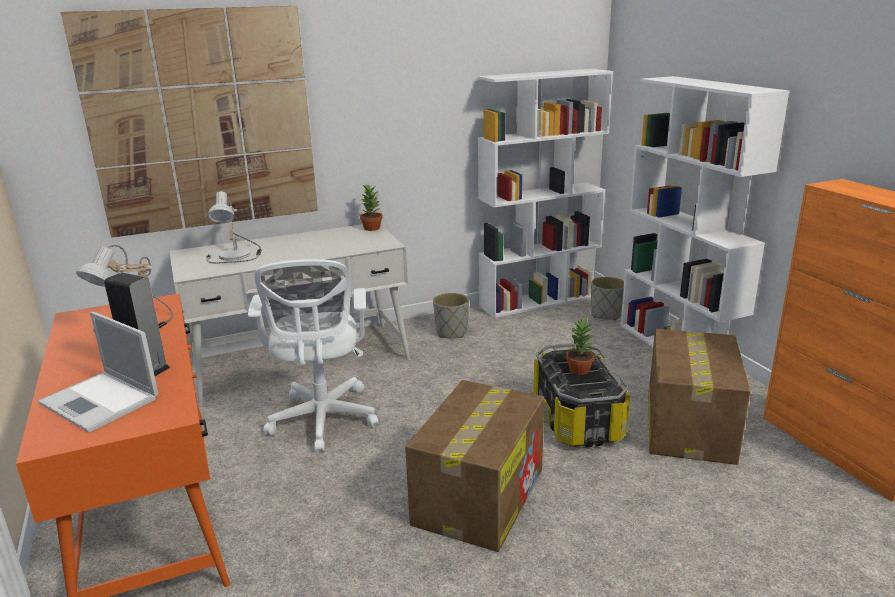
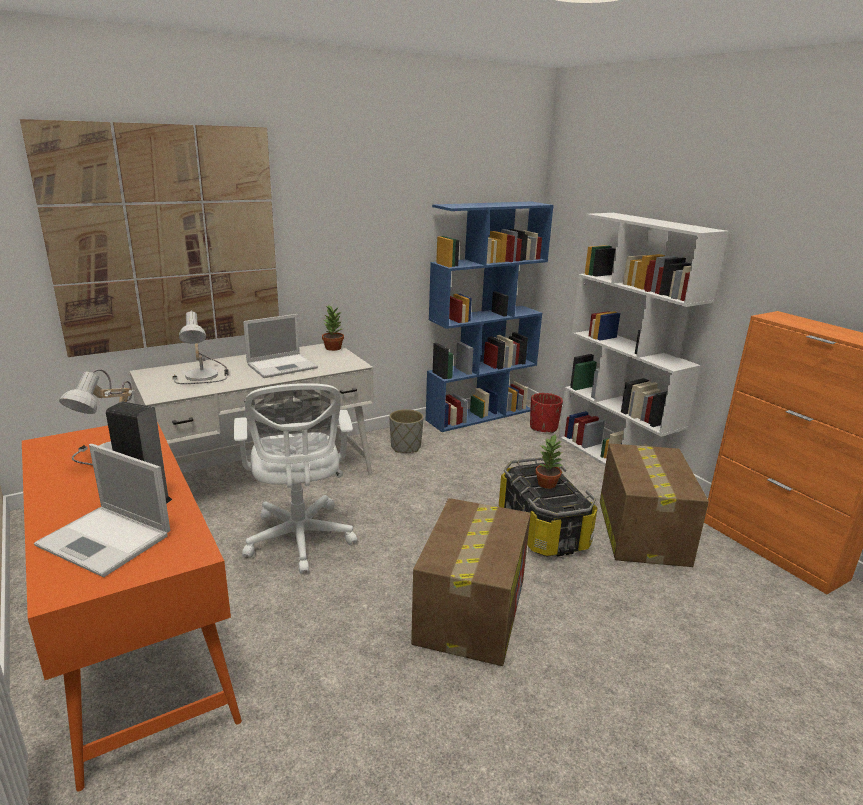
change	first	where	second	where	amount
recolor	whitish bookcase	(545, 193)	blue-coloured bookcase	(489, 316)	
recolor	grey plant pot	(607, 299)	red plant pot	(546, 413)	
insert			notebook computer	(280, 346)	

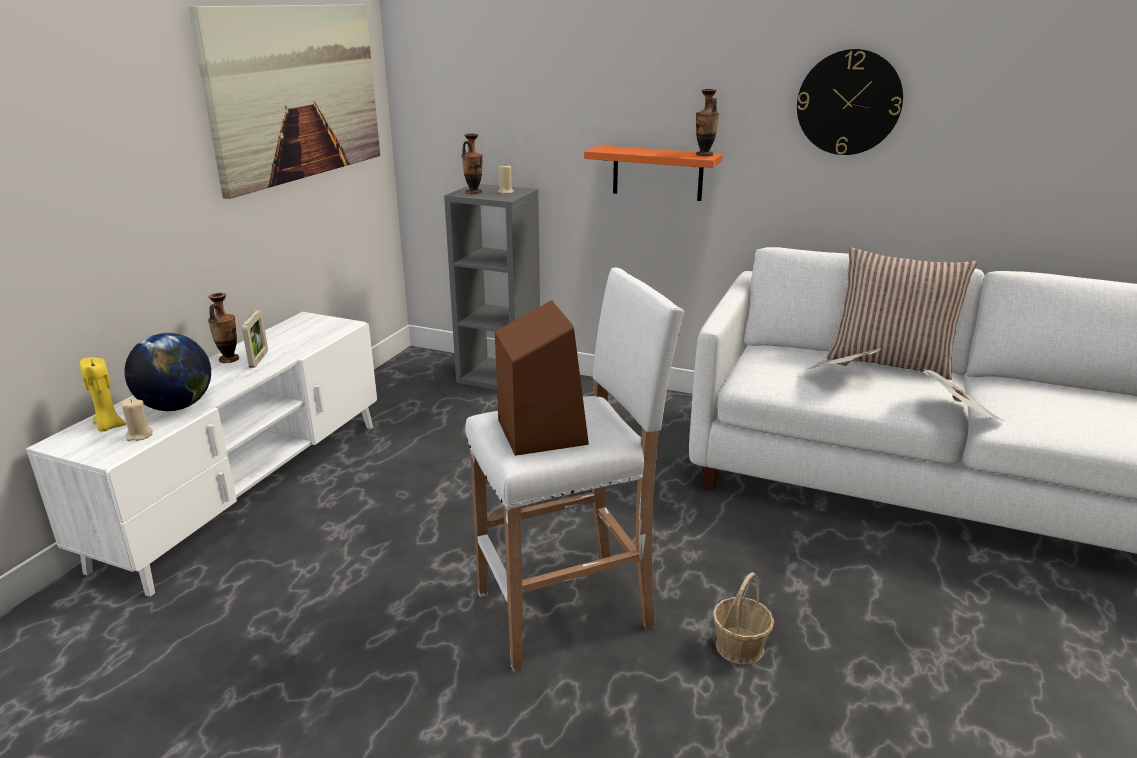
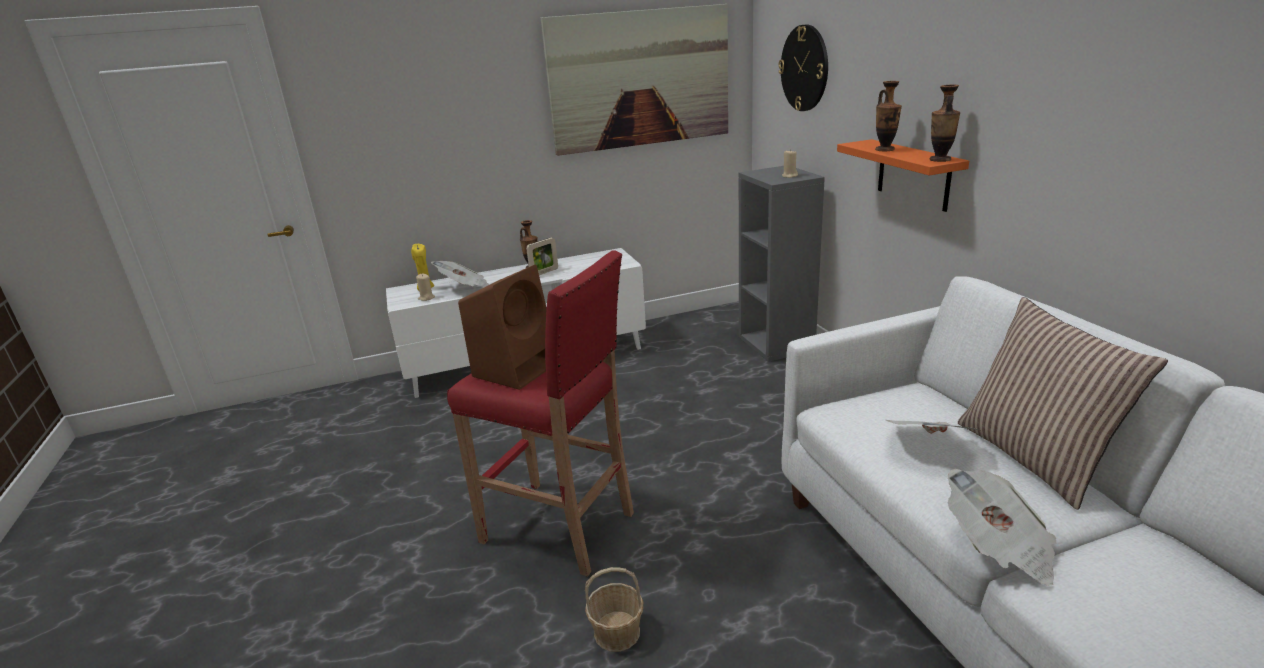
change	first	where	second	where	amount
move	clock on the wall	(850, 102)		(803, 68)	
move	decorative vase	(472, 163)		(888, 116)	
recolor	whitish sitting stool	(574, 469)	red sitting stool	(540, 413)	
replace	world globe	(167, 372)	printed paper	(460, 274)	

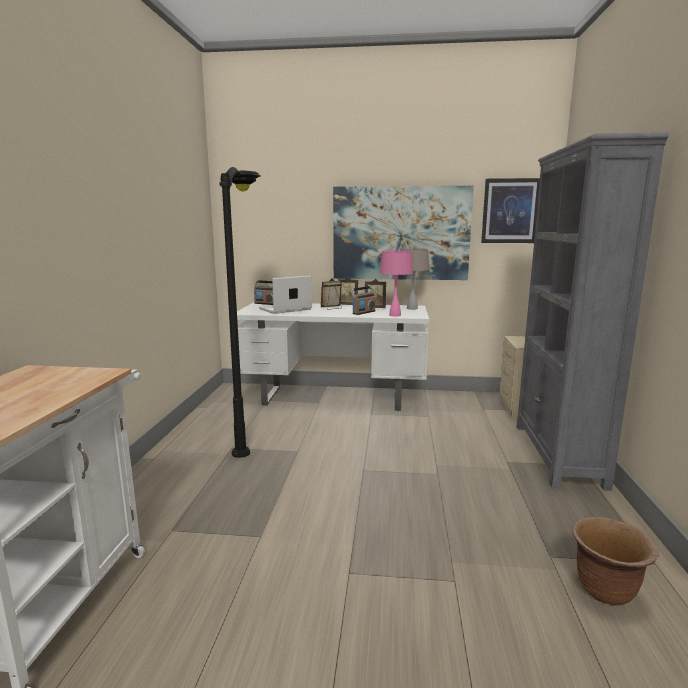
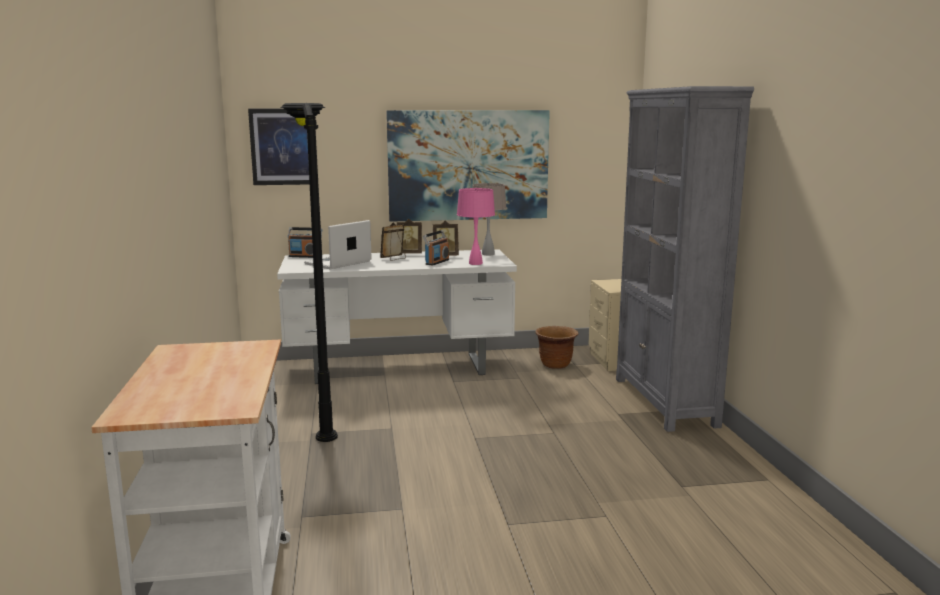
change	first	where	second	where	amount
move	picture	(510, 210)		(279, 147)	
move	brown-coloured plant pot	(615, 561)		(557, 347)	

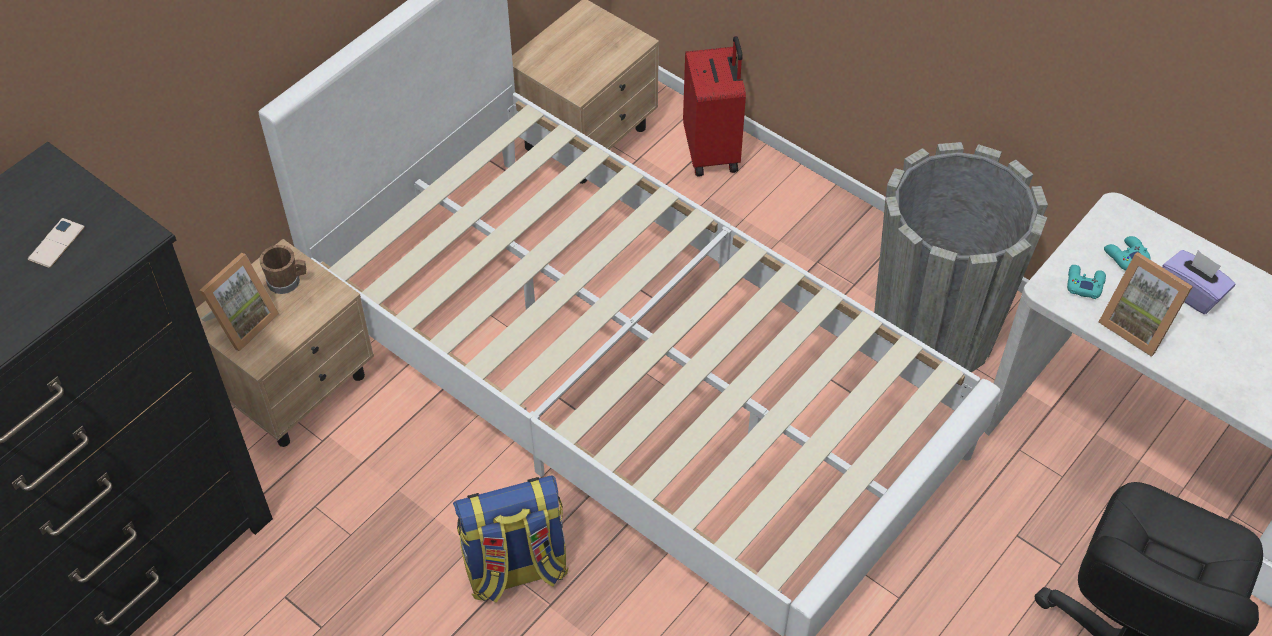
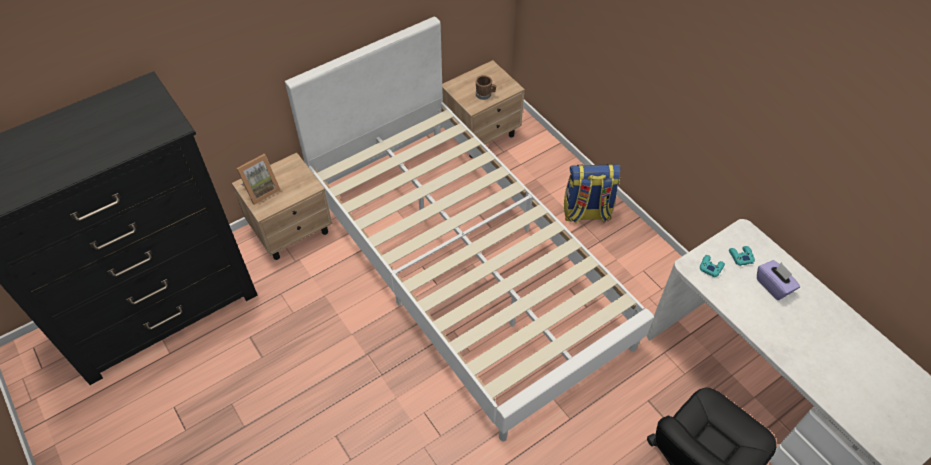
change	first	where	second	where	amount
delete	red suitcase	(714, 106)			
delete	grey plant pot	(961, 257)			
delete	telephone	(56, 243)			
move	brown-coloured mug	(282, 269)		(486, 87)	
delete	standing frame	(1146, 304)			
move	knapsack	(511, 539)		(592, 193)	

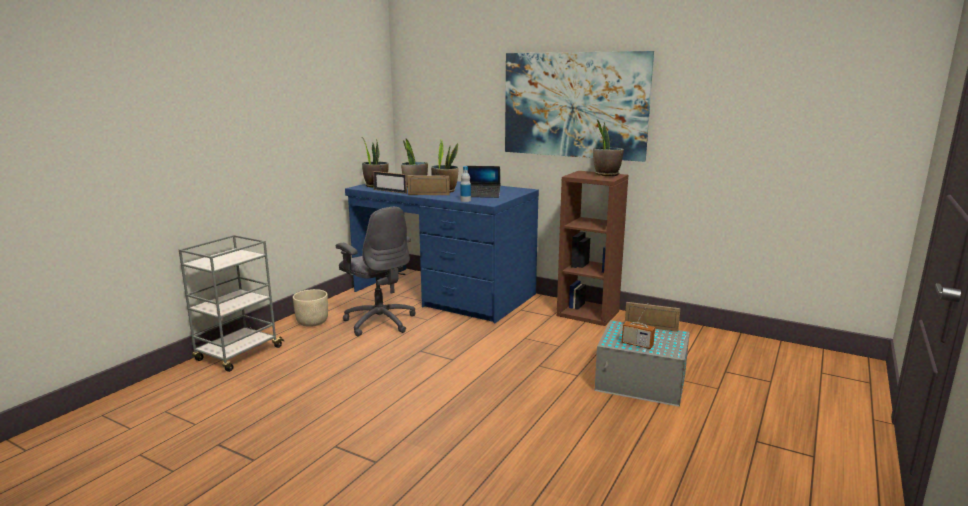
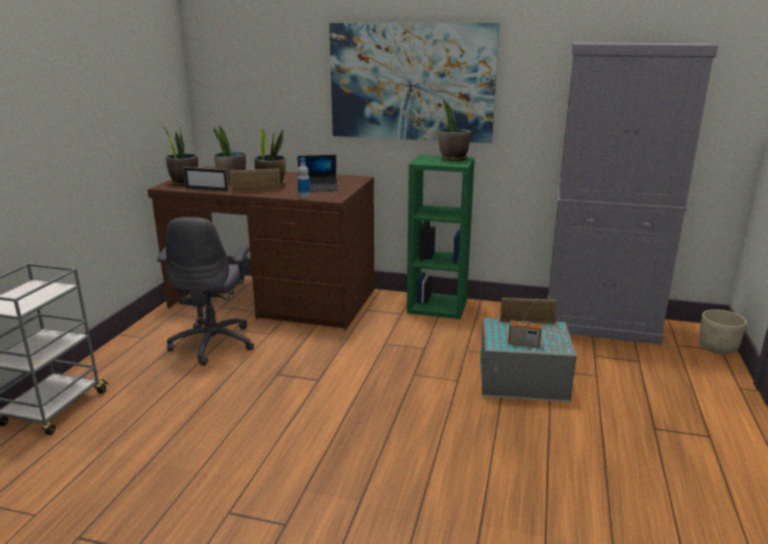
change	first	where	second	where	amount
recolor	brown-coloured bookcase	(592, 248)	green bookcase	(441, 237)	
recolor	blue-coloured desk table	(442, 252)	brown-coloured desk table	(260, 248)	
rotate	grey desk chair	(376, 272)		(205, 291)	60 degrees clockwise
move	beige plant pot	(310, 308)		(723, 332)	
insert			grey storage cabinet	(633, 193)	

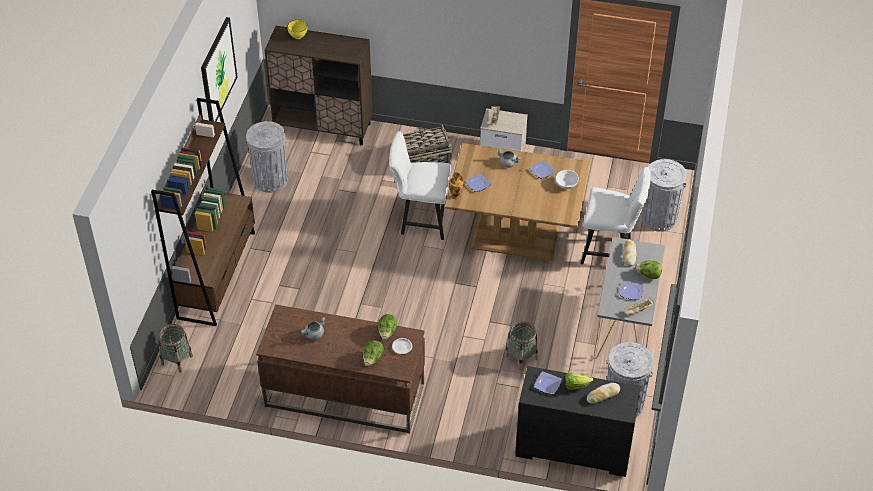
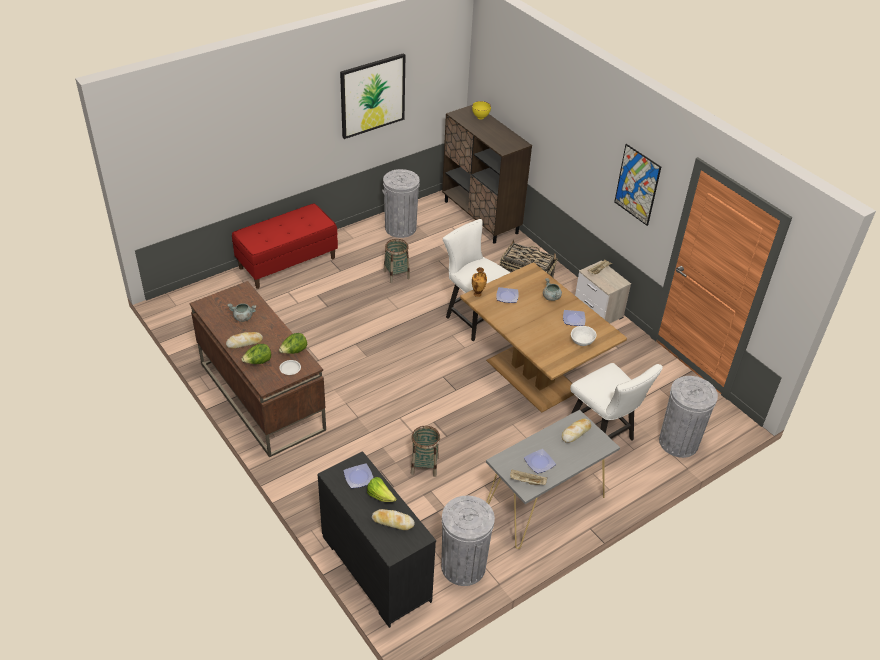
change	first	where	second	where	amount
replace	brown-coloured bookcase	(203, 212)	red bench	(285, 246)	
delete	lettuce	(648, 270)			
move	basket	(175, 348)		(396, 261)	
insert			picture	(637, 185)	
insert			bakery bread	(244, 340)	

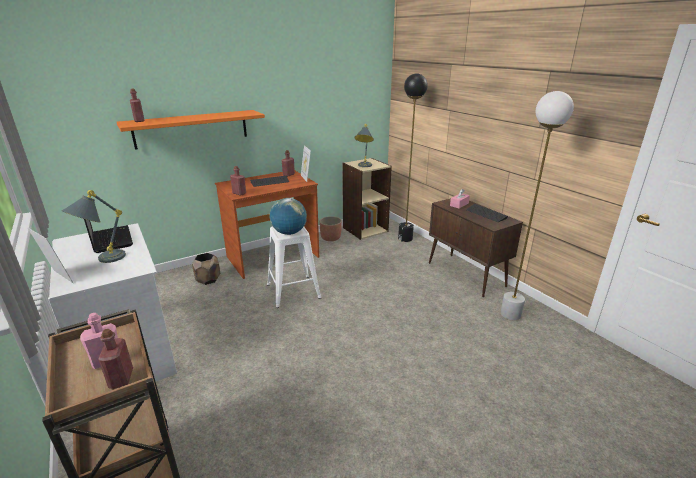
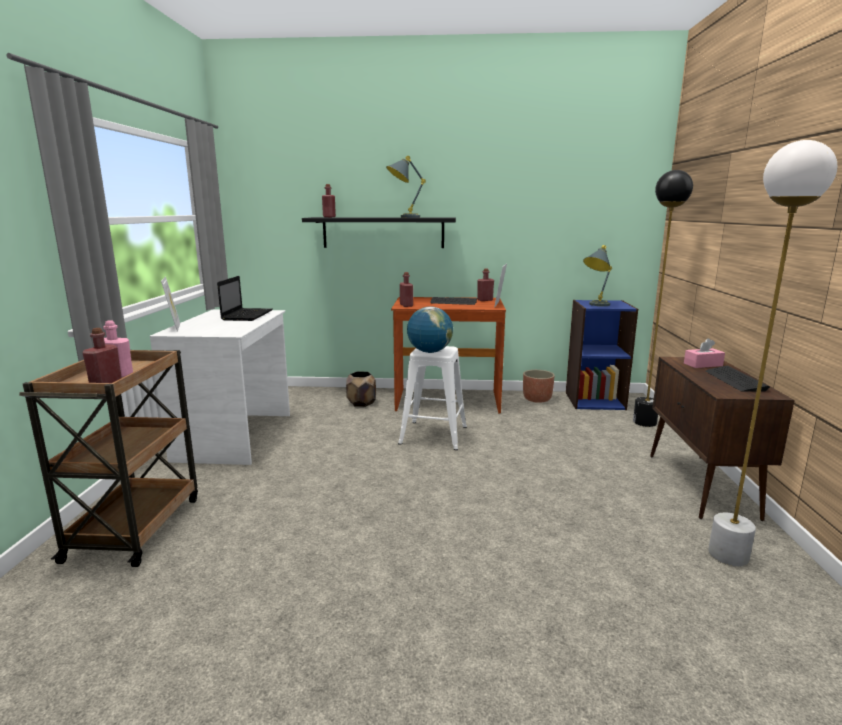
change	first	where	second	where	amount
recolor	orange-coloured shelf	(191, 130)	blackish shelf	(379, 232)	
recolor	beige bookcase	(367, 199)	blue-coloured bookcase	(602, 355)	
move	grey table lamp	(93, 226)		(406, 187)	

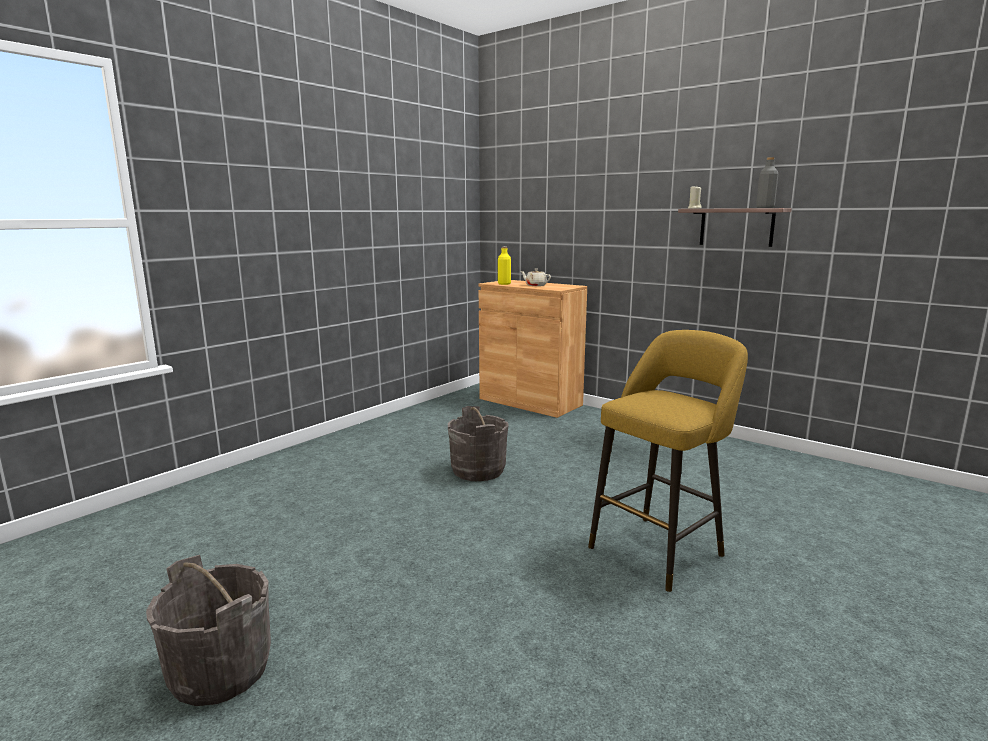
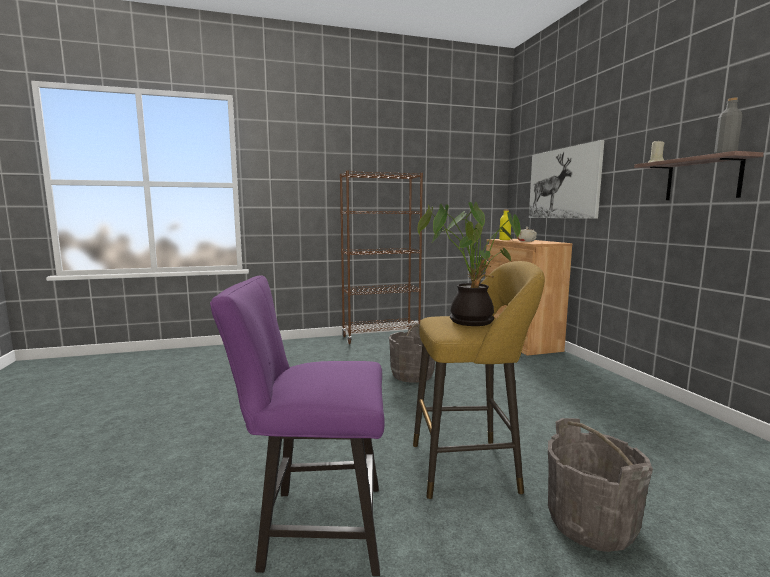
change	first	where	second	where	amount
move	grey water bucket	(208, 630)		(600, 485)	
insert			picture	(566, 179)	
insert			brown-coloured bookcase	(381, 257)	
insert			potted plant	(469, 264)	
insert			purple-coloured chair	(297, 426)	

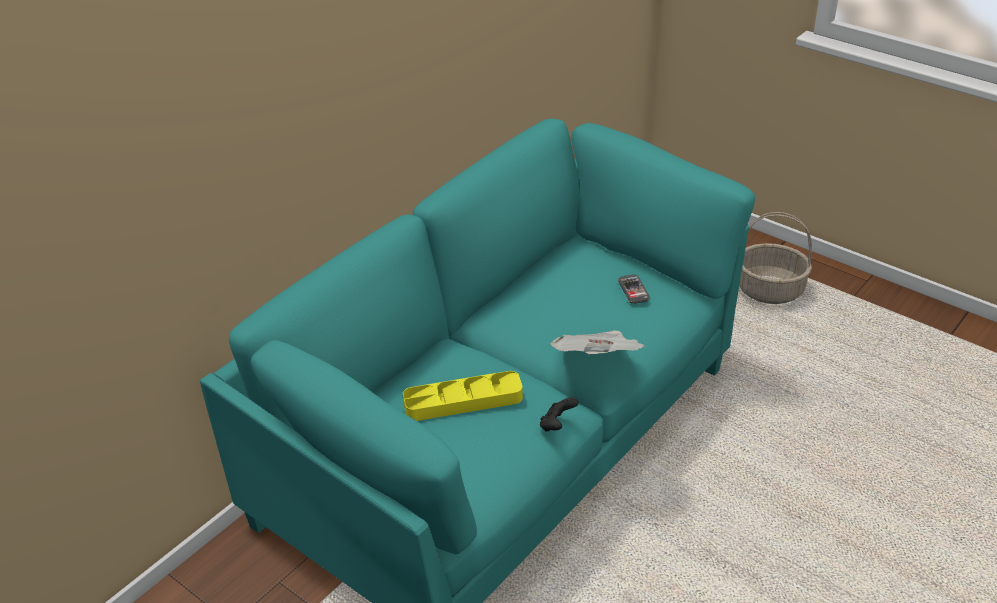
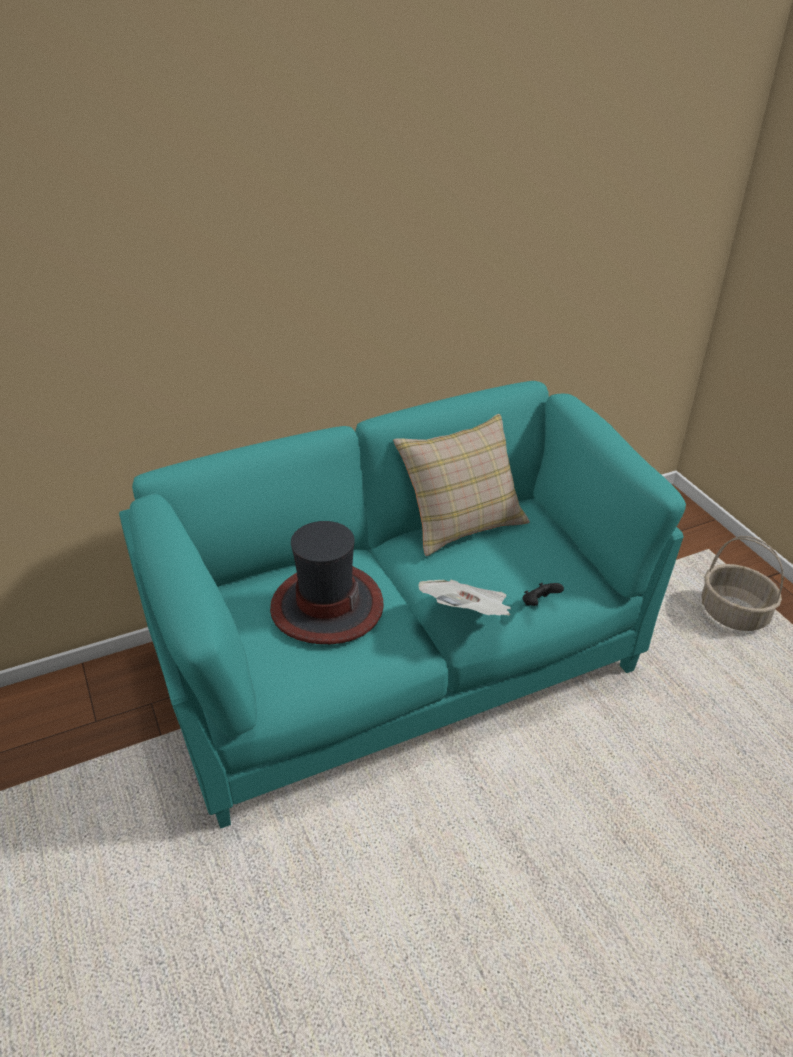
change	first	where	second	where	amount
delete	telephone	(634, 289)			
replace	yellow-coloured serving tray	(463, 396)	clothing hat	(327, 582)	
move	blackish game controller	(559, 414)		(543, 594)	
insert			beige pillow	(461, 485)	

